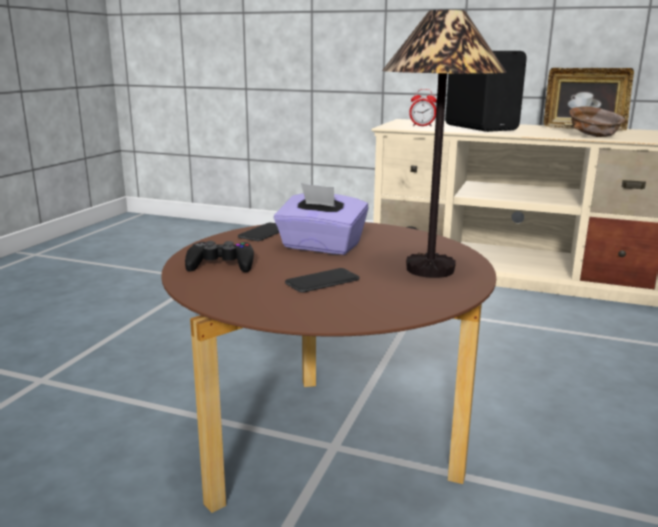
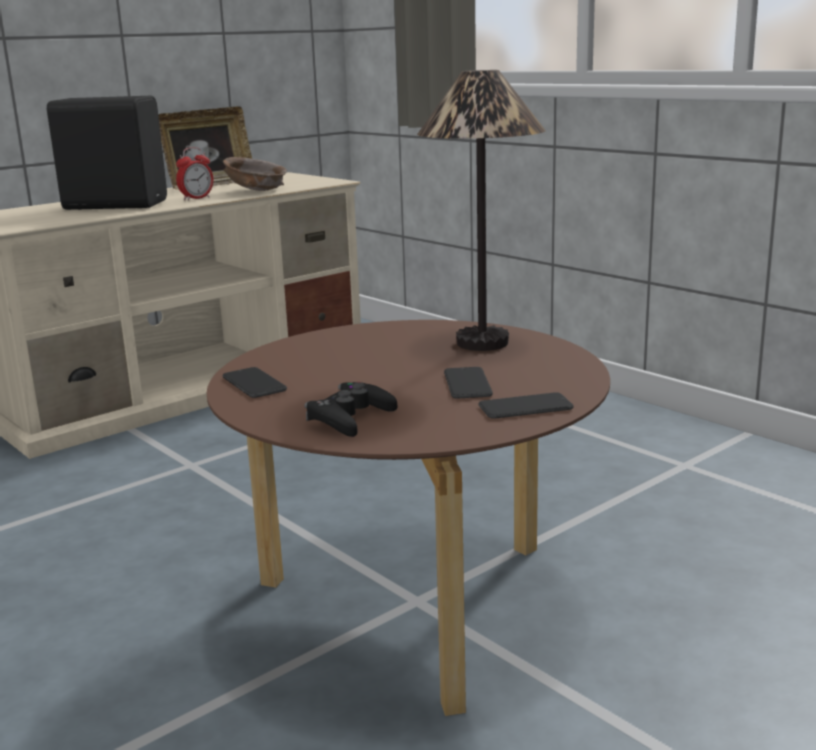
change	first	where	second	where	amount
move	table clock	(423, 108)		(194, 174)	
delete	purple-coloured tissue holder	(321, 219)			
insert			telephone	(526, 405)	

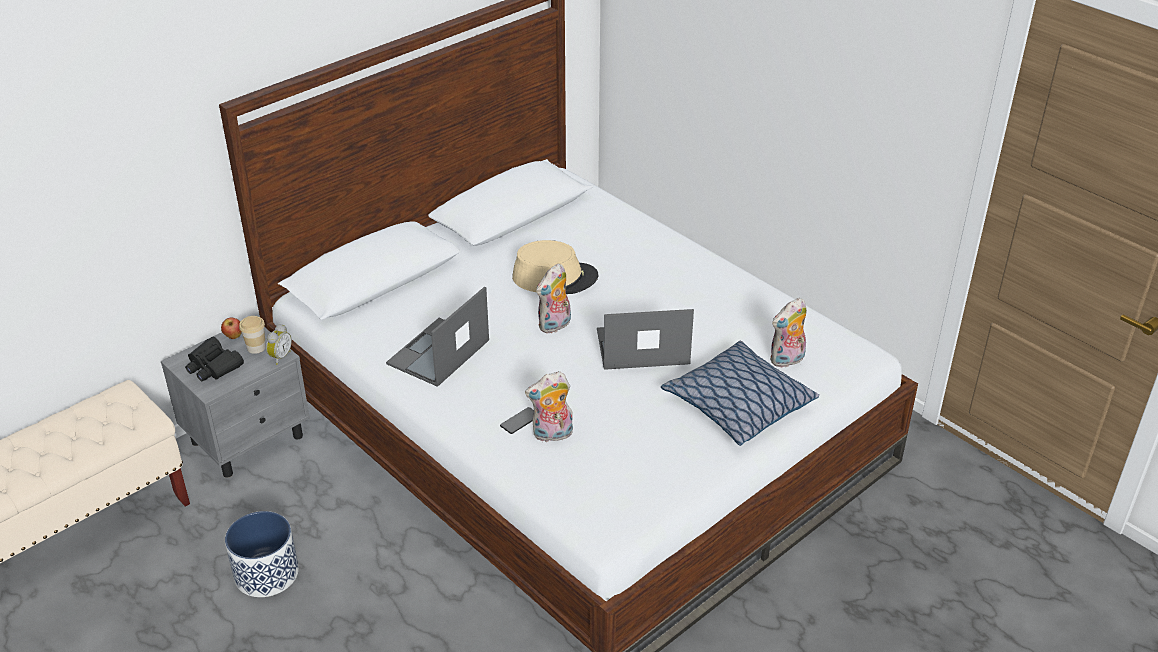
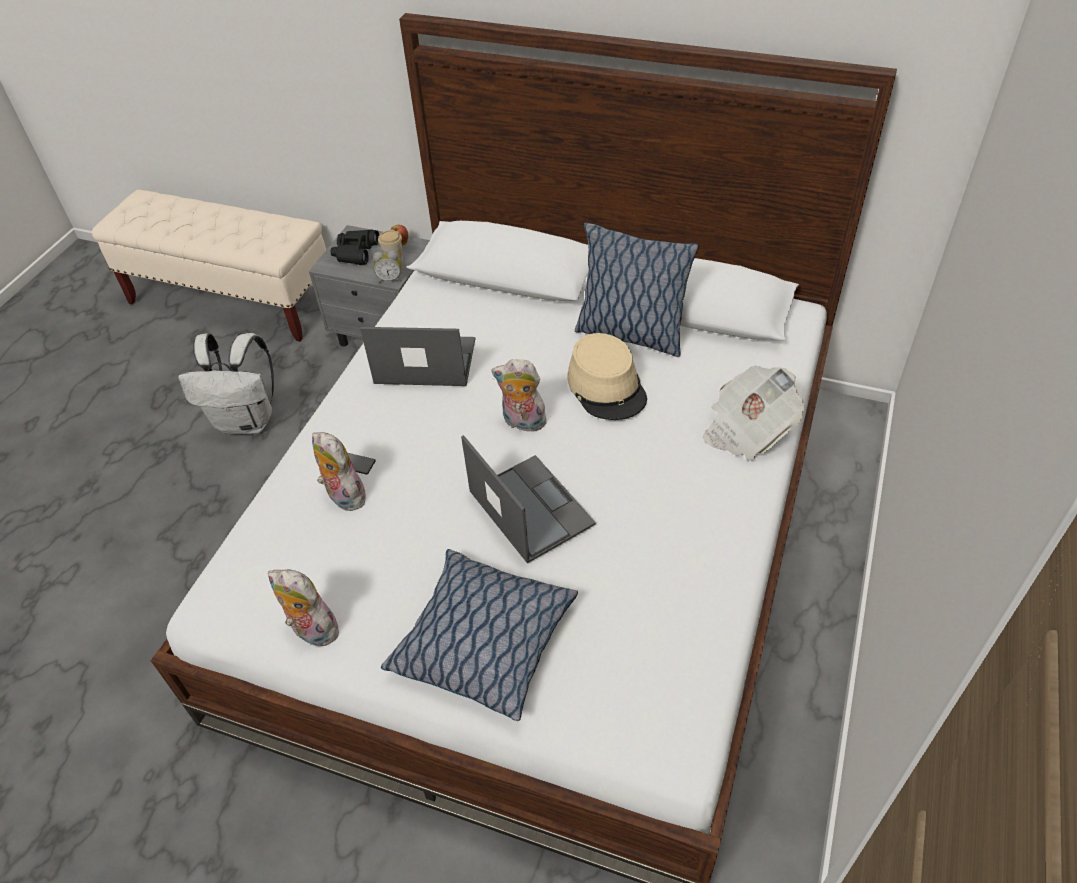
change	first	where	second	where	amount
move	soft toy	(788, 333)		(306, 607)	
replace	plant pot	(262, 554)	whitish knapsack	(226, 383)	
insert			pillow	(637, 289)	
insert			printed paper	(753, 412)	

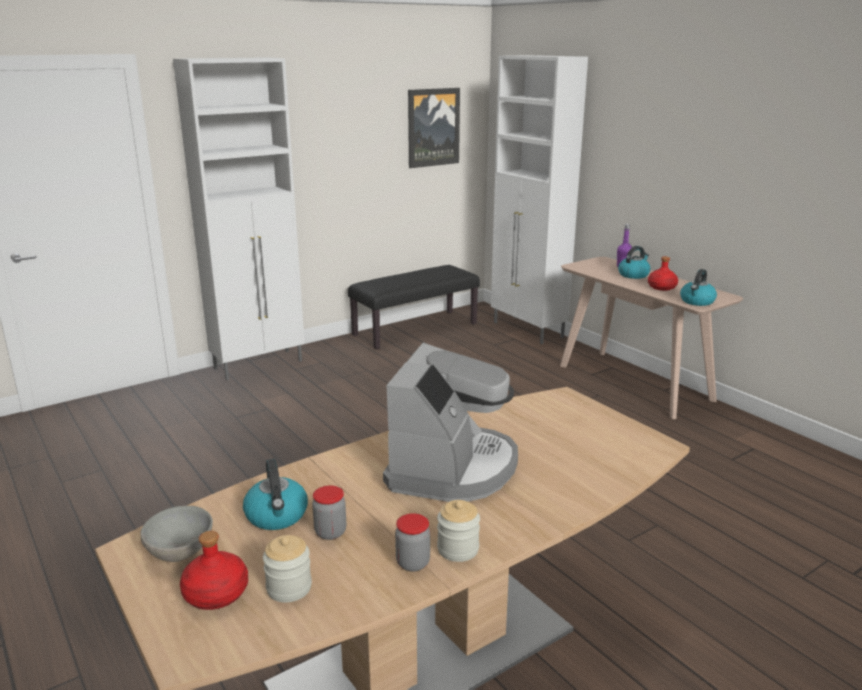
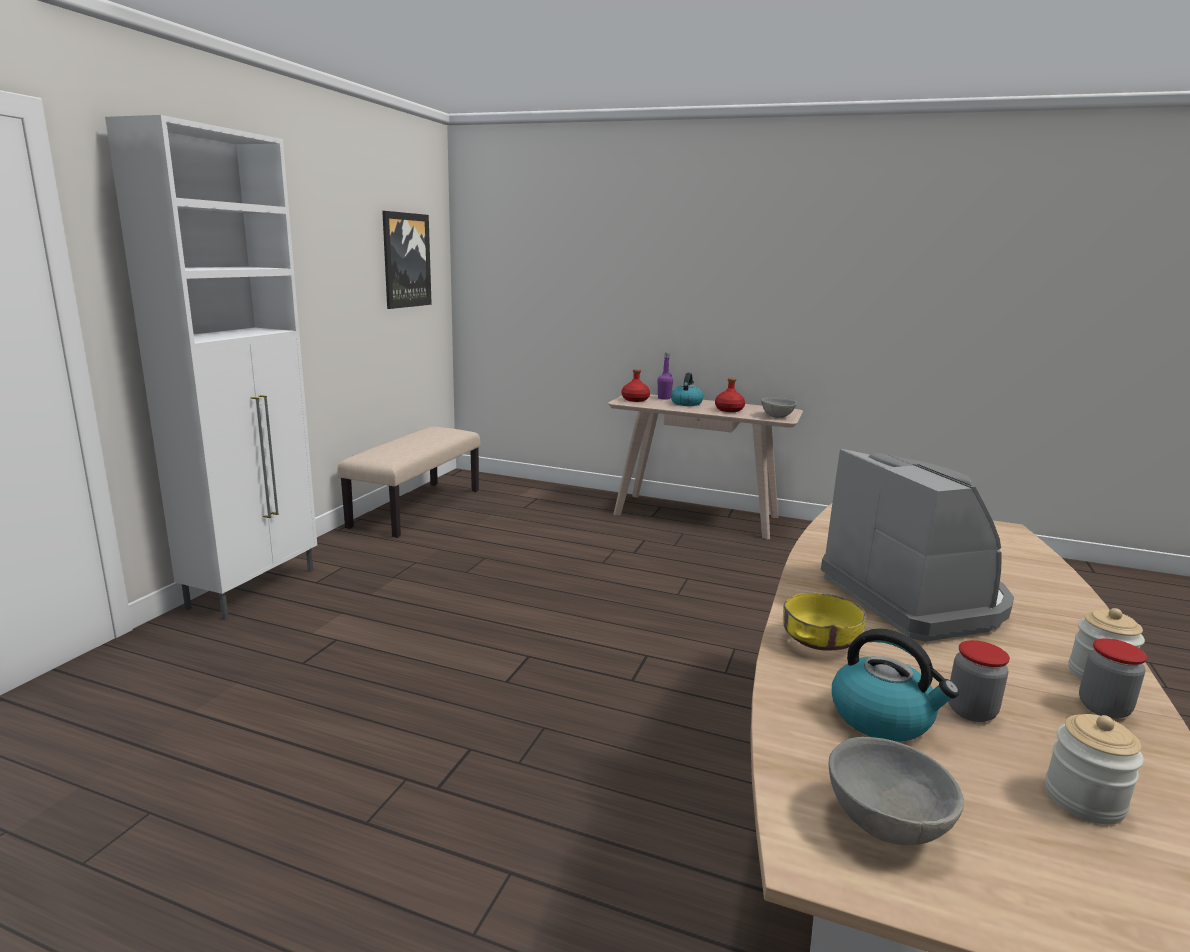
change	first	where	second	where	amount
delete	whitish storage cabinet	(539, 199)			
recolor	blackish bench	(414, 307)	beige bench	(409, 482)	
replace	tea kettle	(698, 287)	grey bowl	(779, 407)	
move	red drink bottle	(214, 570)		(636, 385)	
insert			yellow-coloured bowl	(824, 621)	

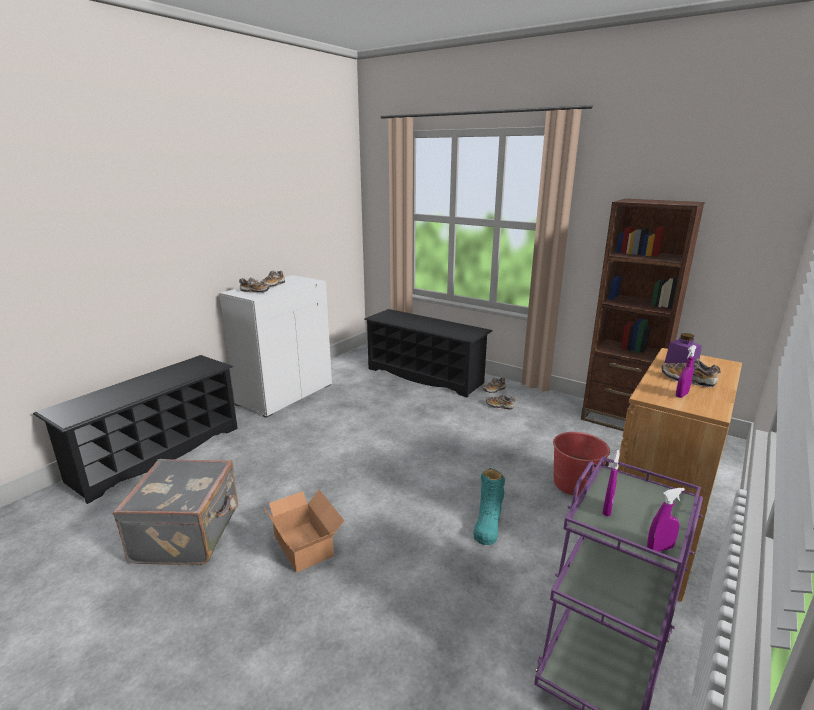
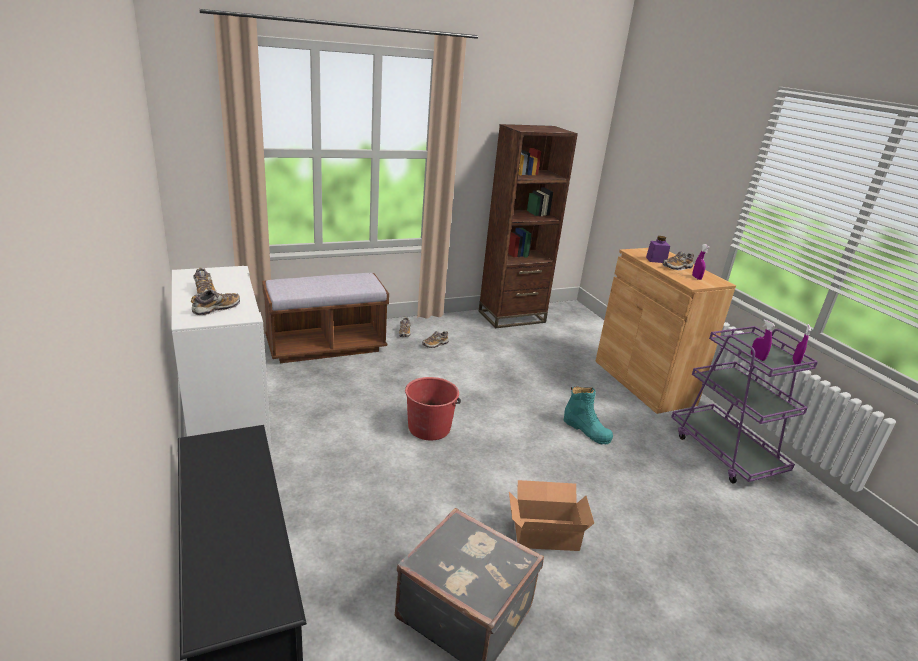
change	first	where	second	where	amount
replace	blackish shoe stand	(428, 353)	brown-coloured bench	(325, 318)	
move	red water bucket	(581, 464)		(433, 408)	

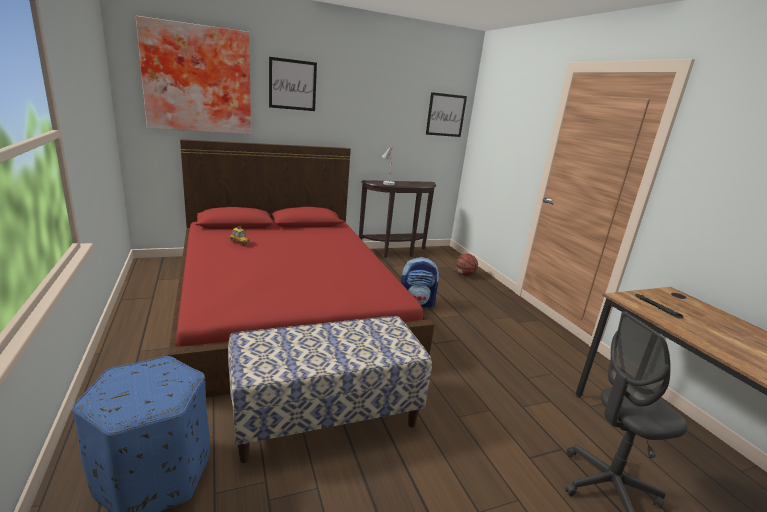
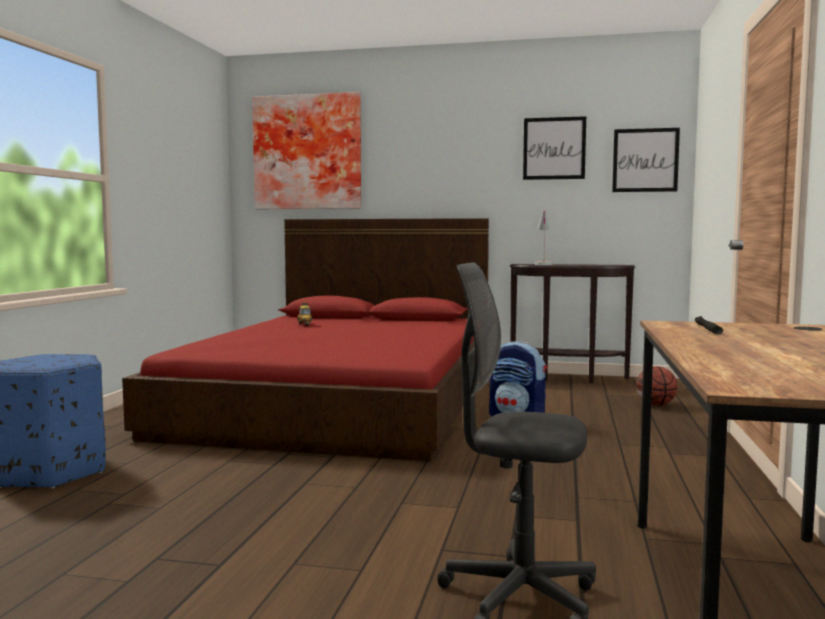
change	first	where	second	where	amount
move	picture	(293, 84)		(554, 148)	
delete	bench	(330, 389)			

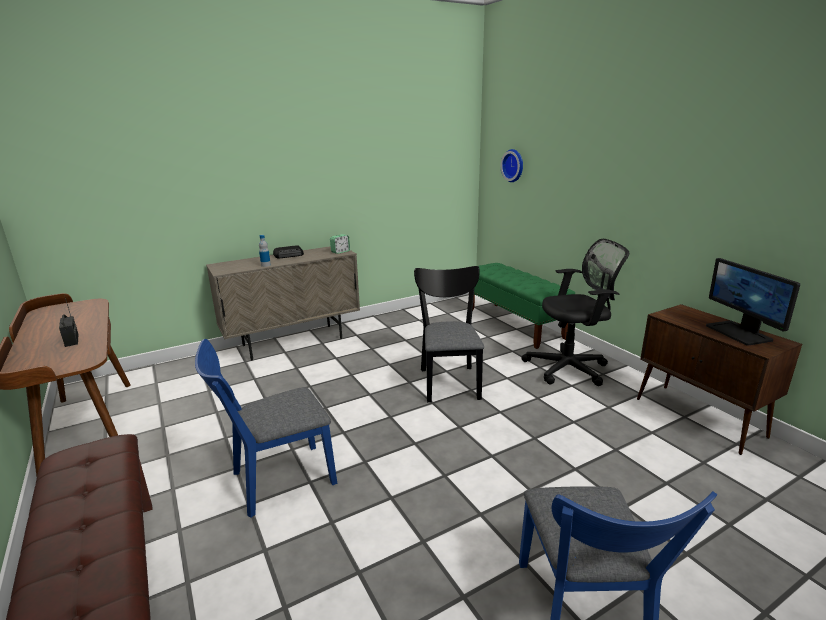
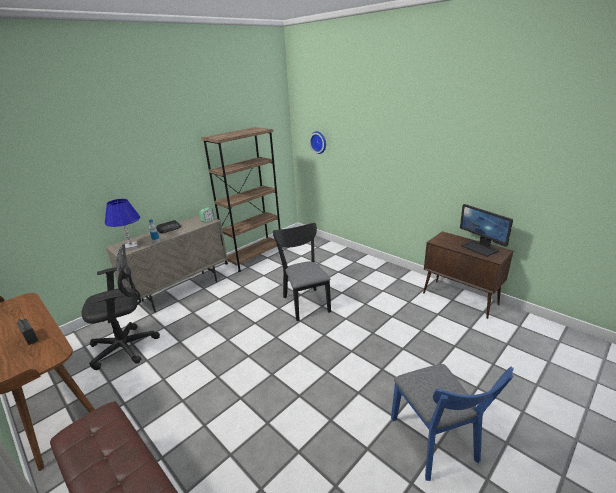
change	first	where	second	where	amount
move	blackish desk chair	(575, 312)		(121, 307)	
delete	green bench	(523, 306)			
delete	blue-coloured chair	(266, 428)			
insert			brown-coloured bookcase	(240, 199)	
insert			blue-coloured table lamp	(122, 224)	

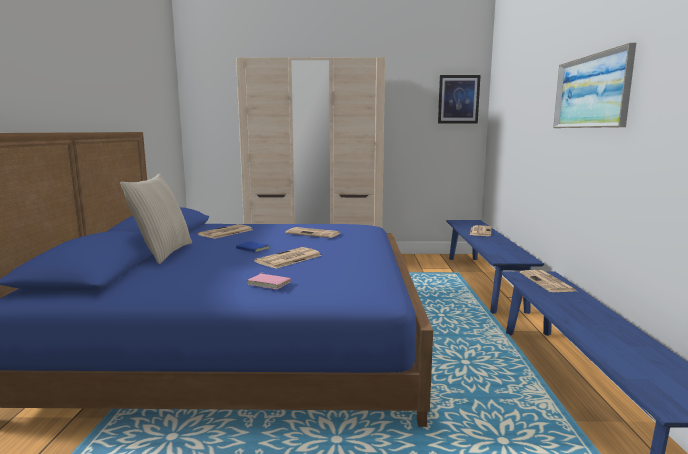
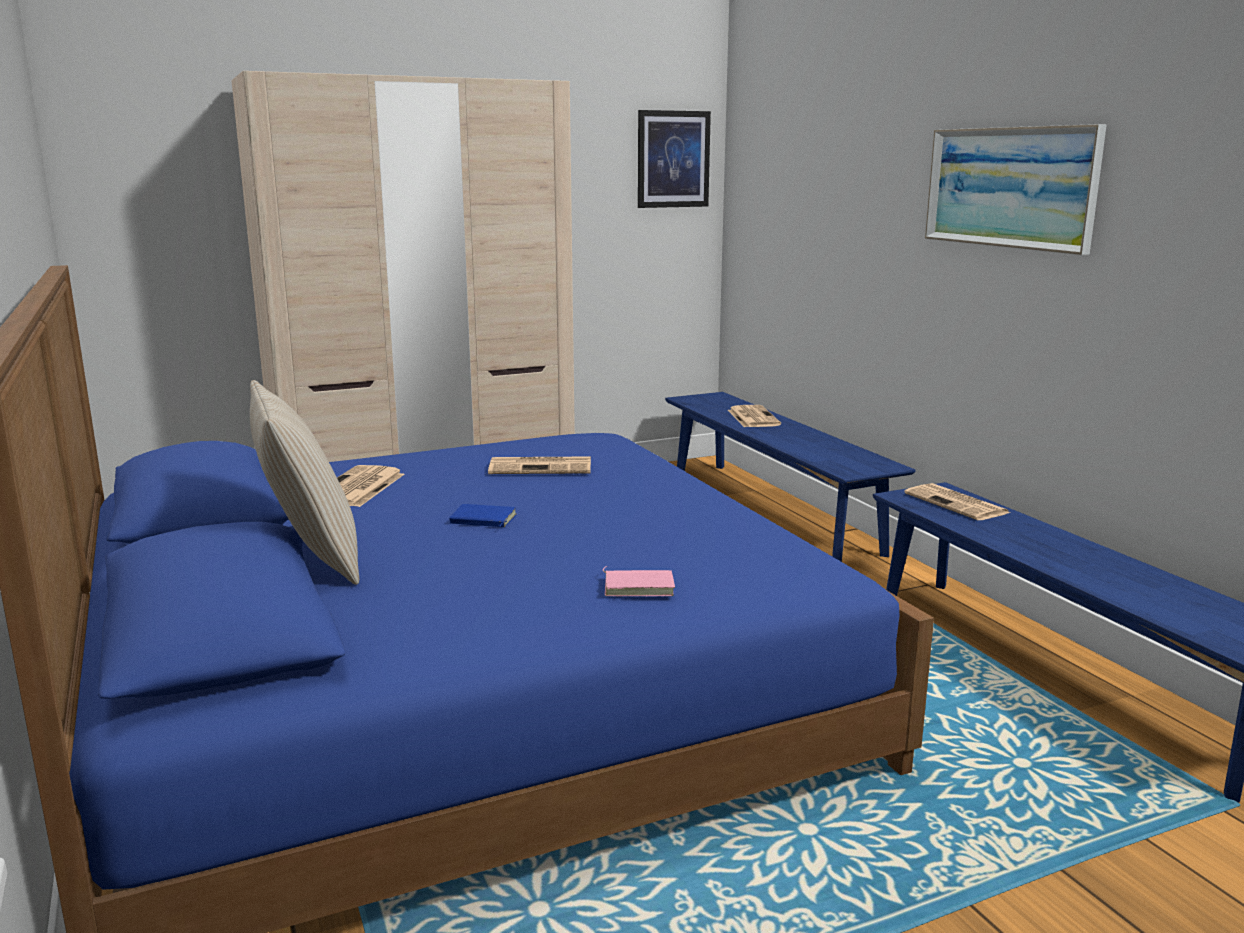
change	first	where	second	where	amount
delete	printed paper	(288, 258)			

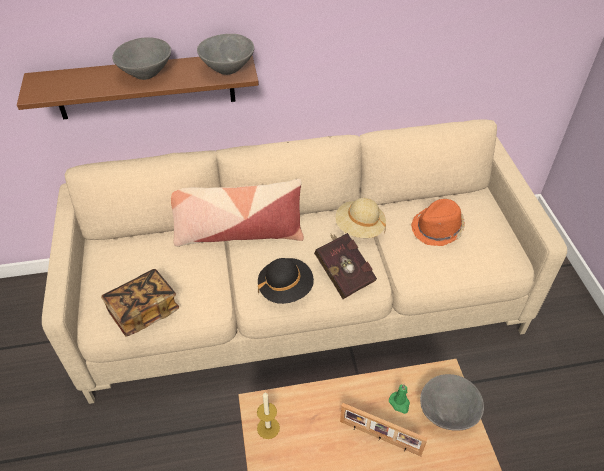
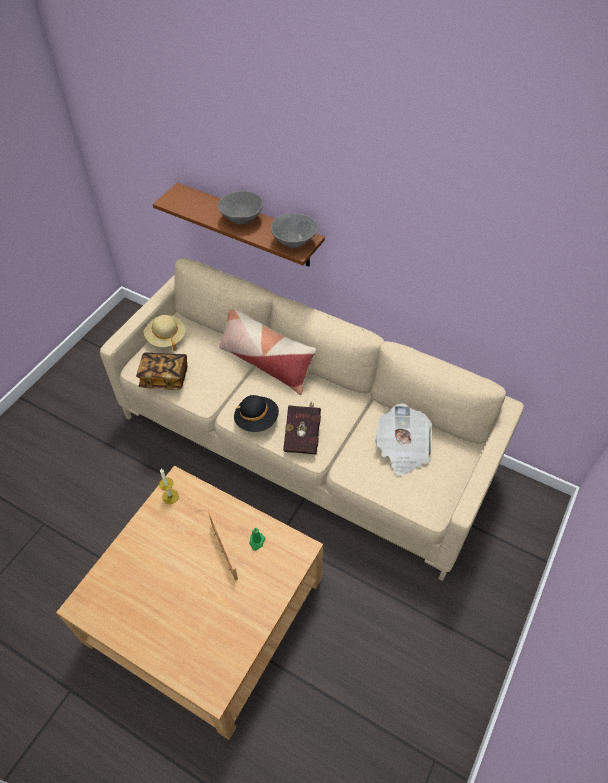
change	first	where	second	where	amount
move	beige clothing hat	(361, 218)		(165, 333)	
replace	orange-coloured clothing hat	(438, 222)	printed paper	(404, 439)	
delete	grey bowl	(452, 402)			

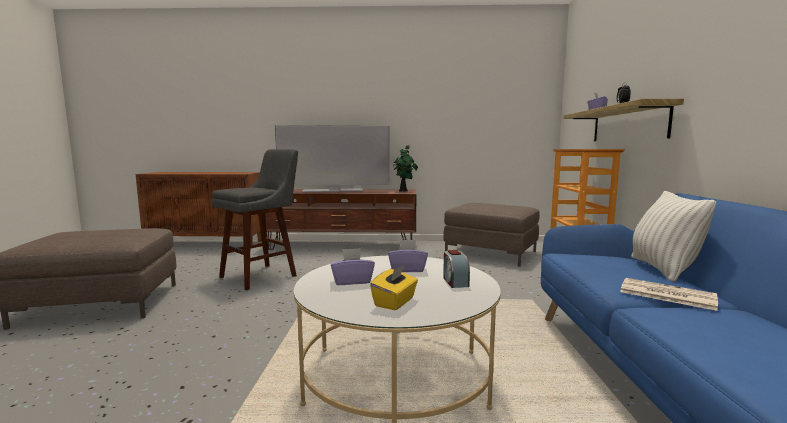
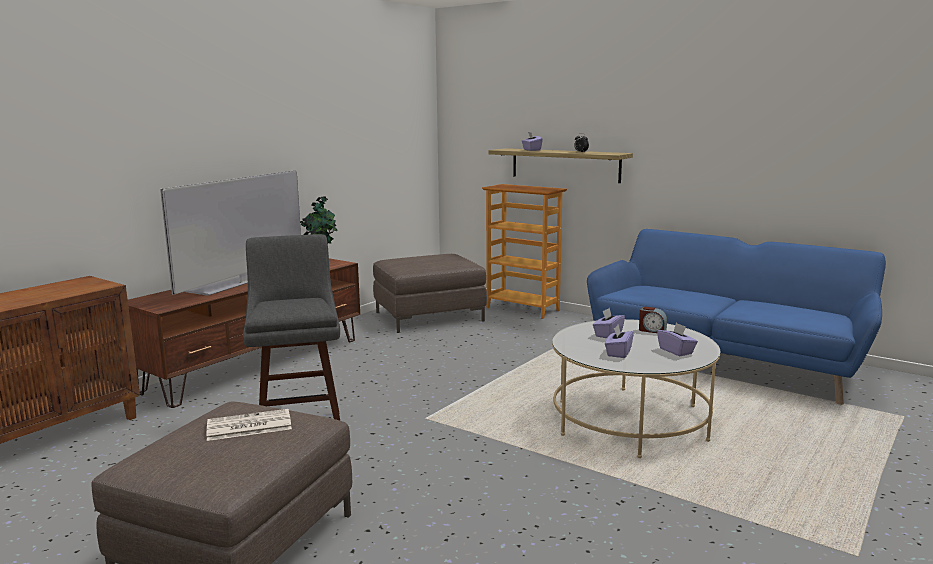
change	first	where	second	where	amount
delete	whitish pillow	(673, 236)			
recolor	yellow-coloured tissue holder	(394, 287)	purple-coloured tissue holder	(677, 339)	
move	printed paper	(669, 294)		(249, 425)	

